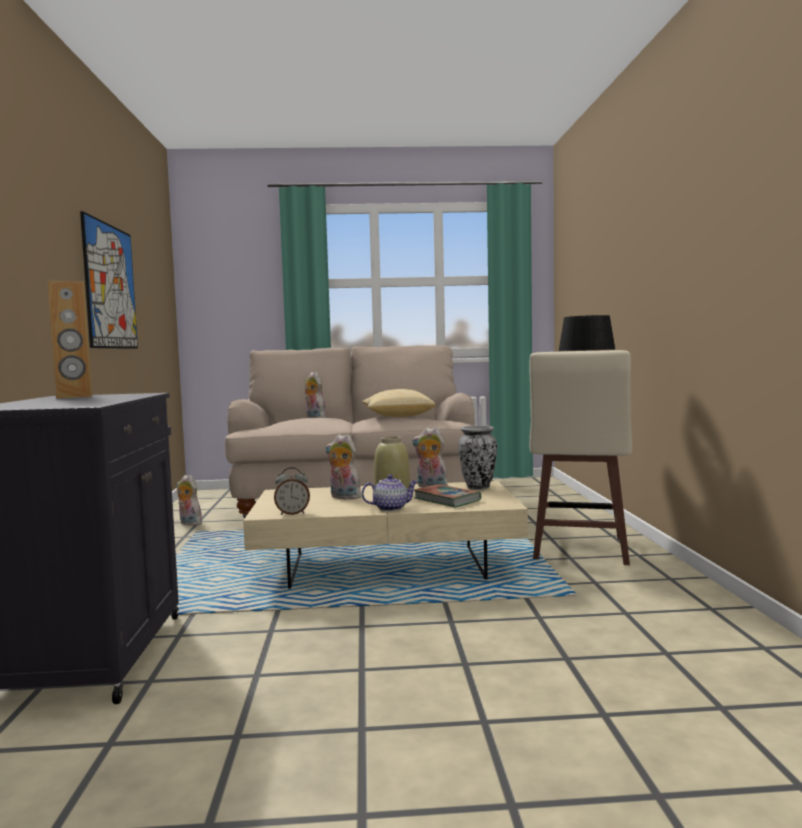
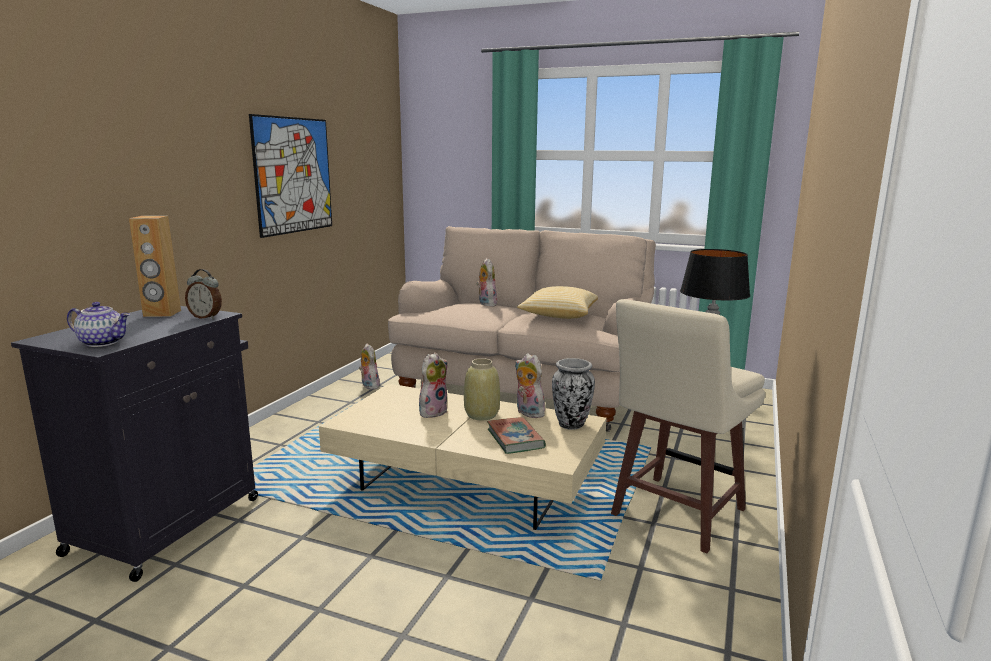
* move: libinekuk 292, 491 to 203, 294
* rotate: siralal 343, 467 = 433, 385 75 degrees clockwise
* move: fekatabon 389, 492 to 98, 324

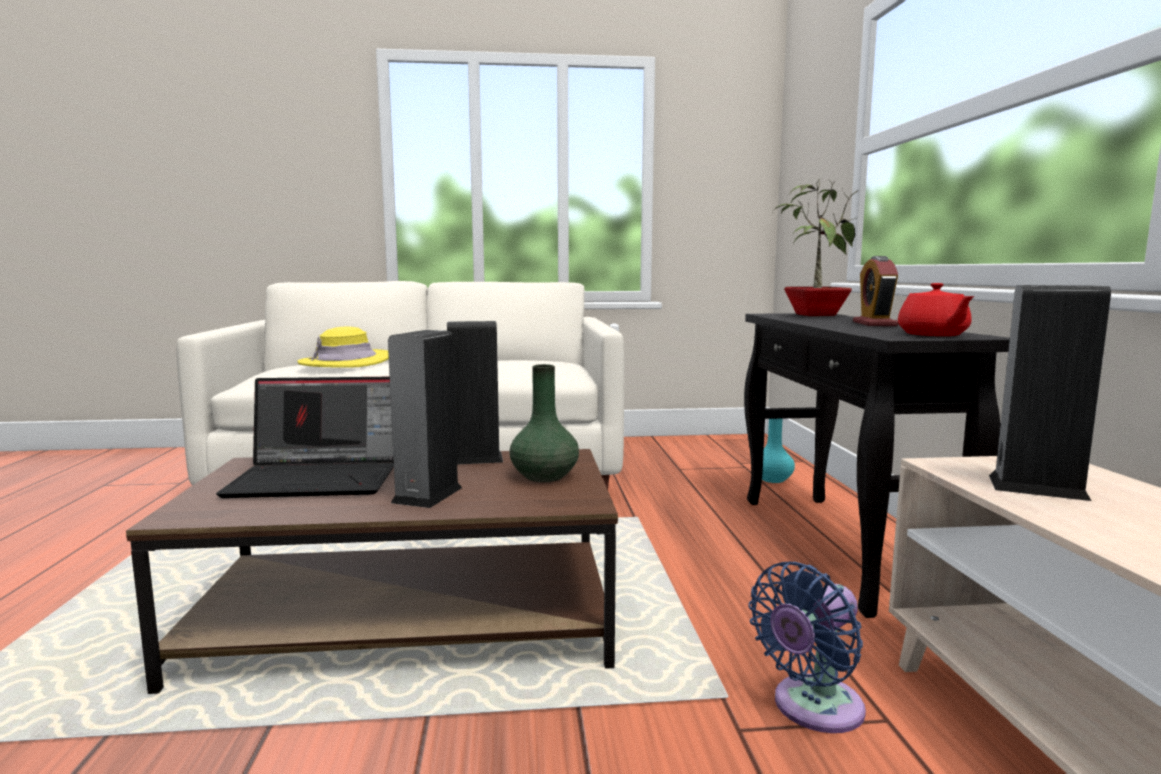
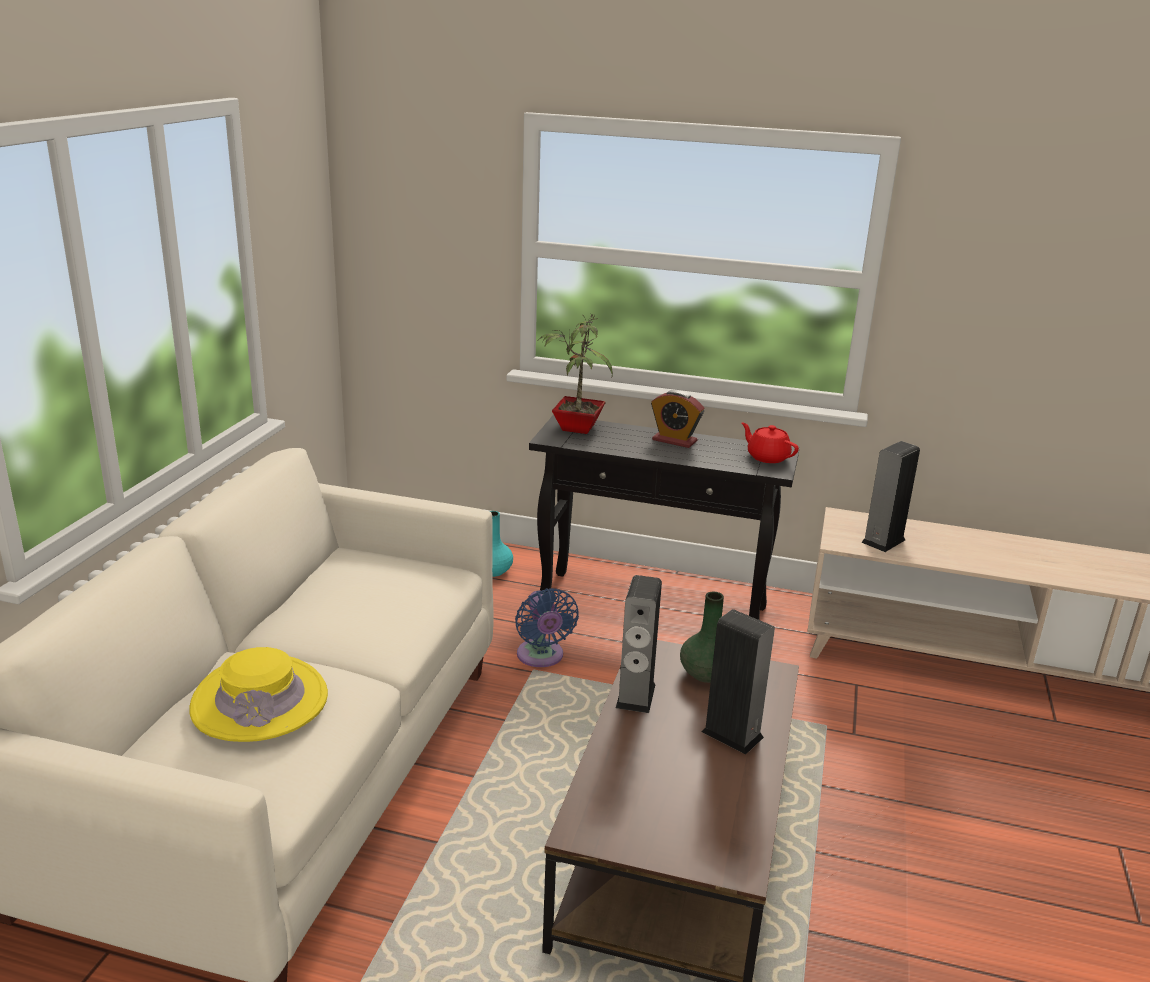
* delete: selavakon 305, 437
* move: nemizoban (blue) 807, 647 to 547, 627
* rotate: fekatabon (red) 936, 309 = 770, 442 150 degrees counterclockwise

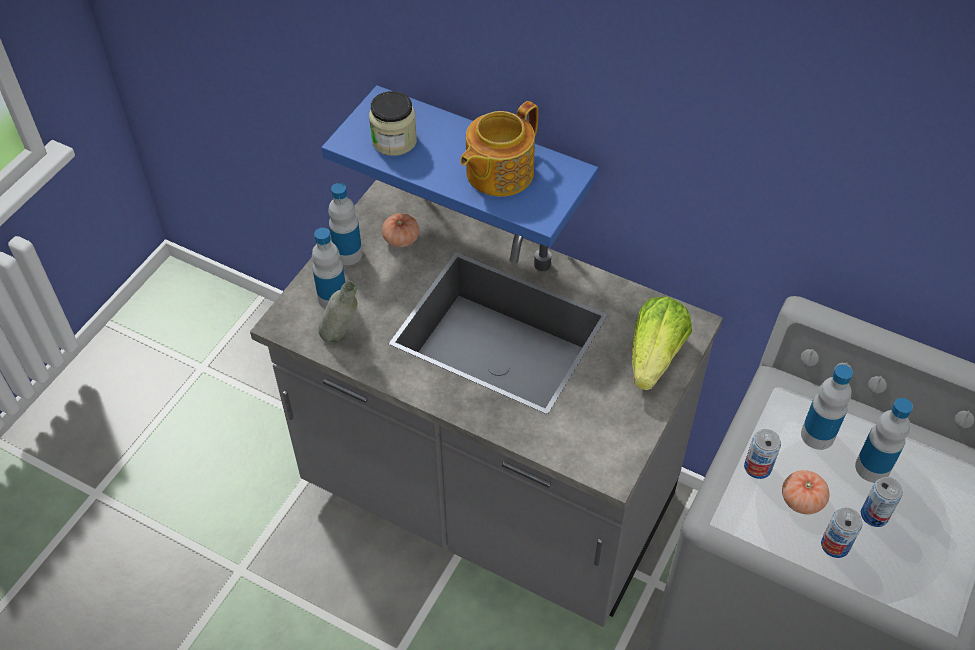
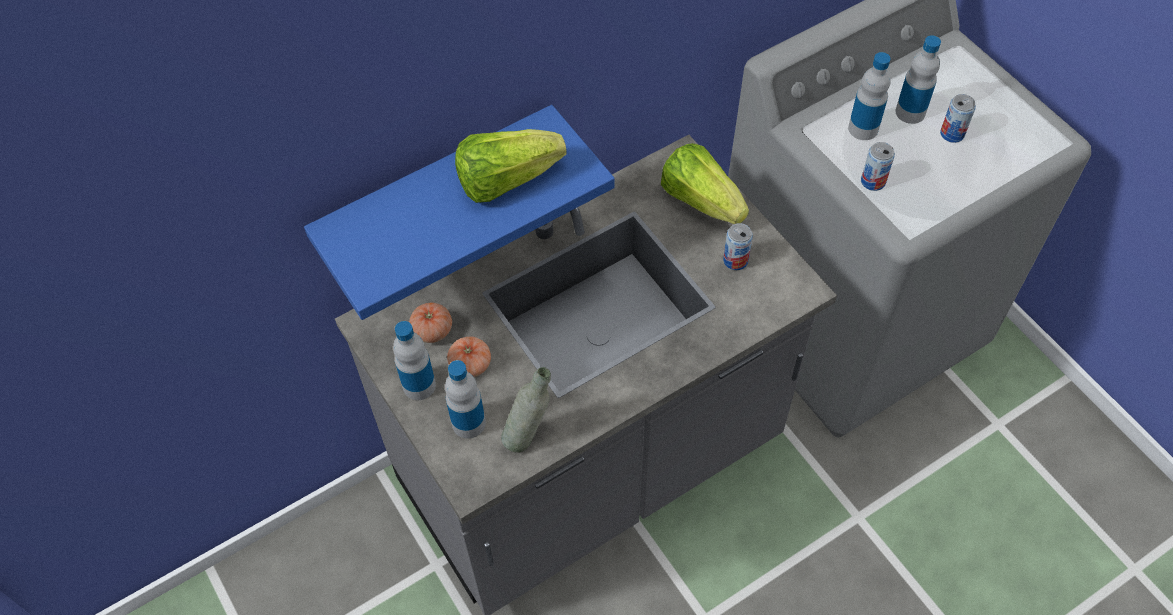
* delete: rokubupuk 393, 123
* replace: fekatabon 499, 149 to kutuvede 511, 166
* move: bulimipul 805, 492 to 469, 357
* move: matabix 841, 533 to 738, 246

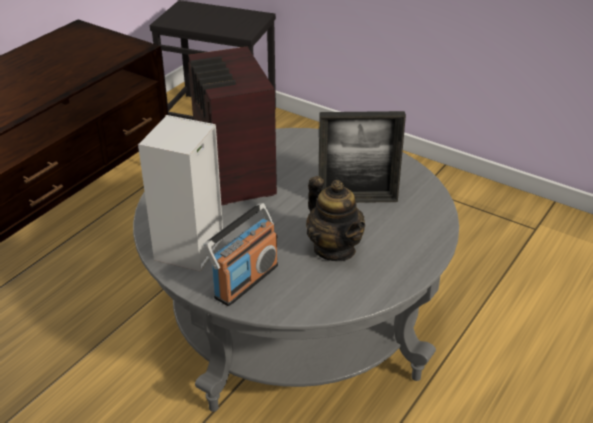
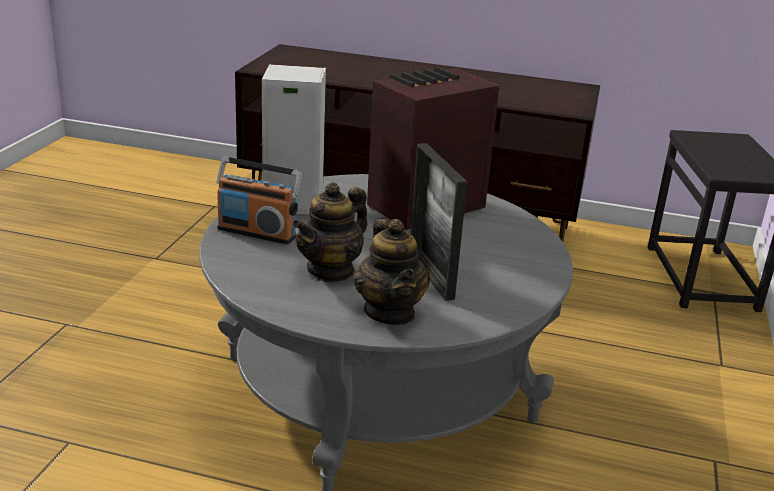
* insert: fekatabon 392, 272

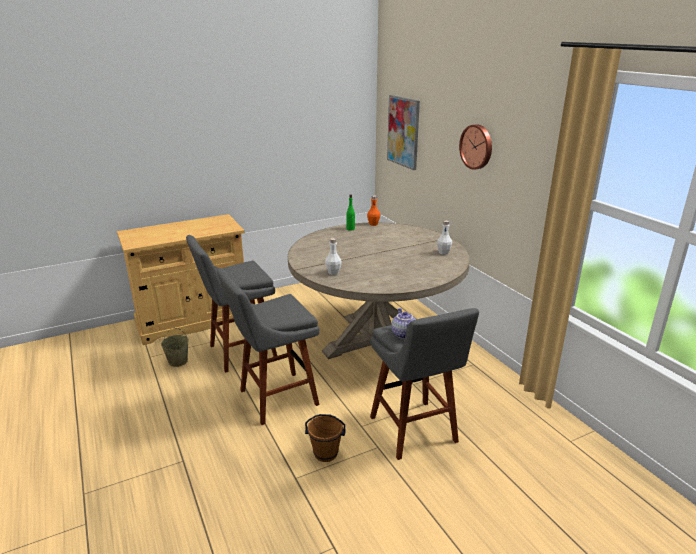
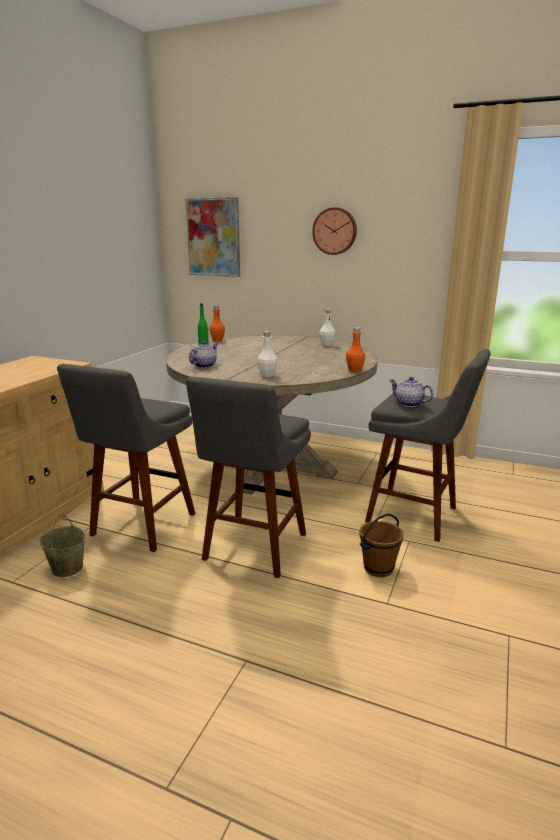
* insert: fekatabon 203, 354
* insert: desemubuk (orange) 355, 349

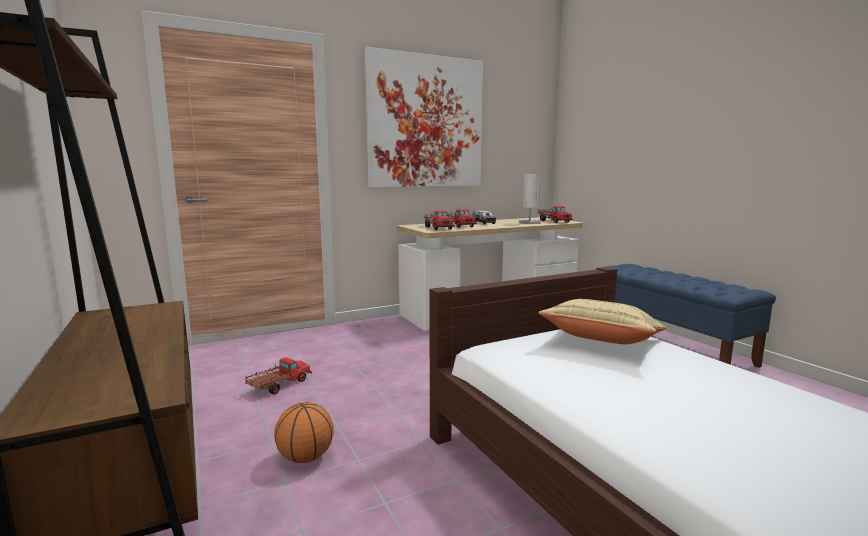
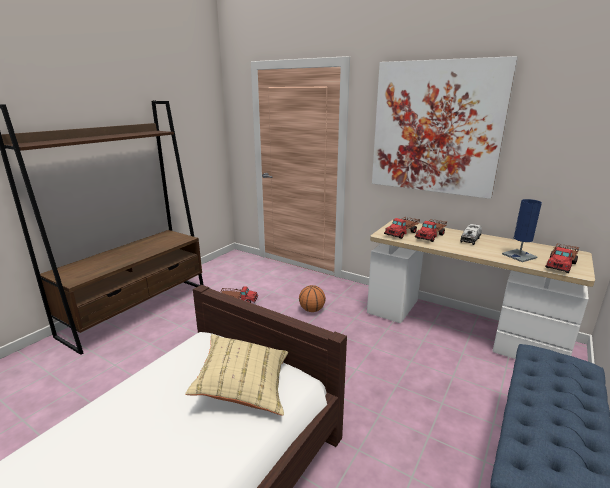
* move: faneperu 304, 432 to 312, 298
* recolor: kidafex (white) 530, 199 to kidafex (blue) 522, 230

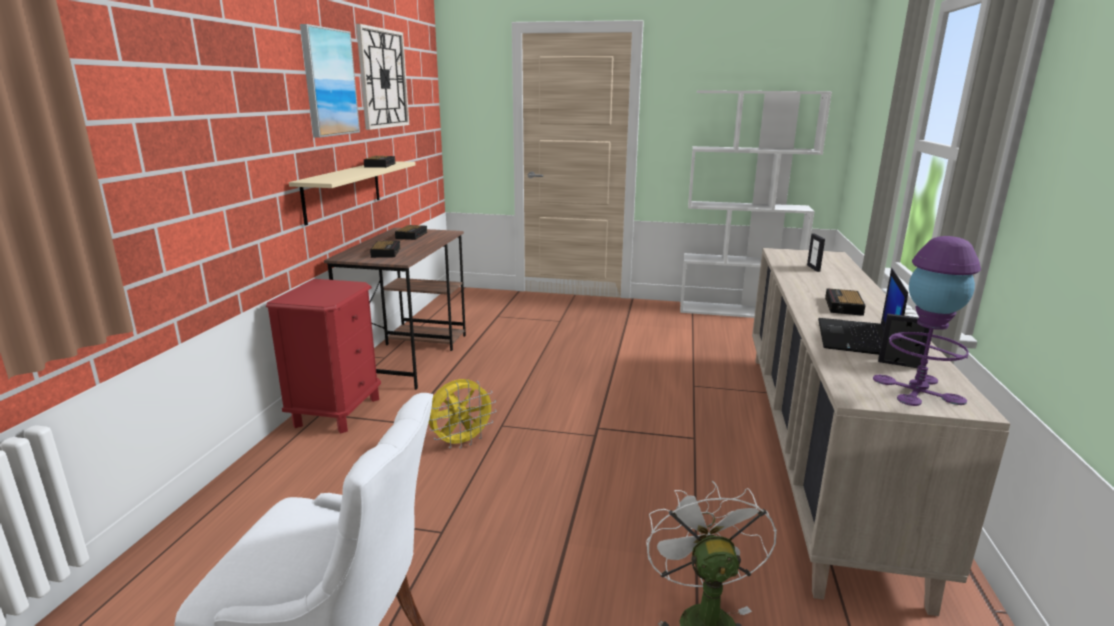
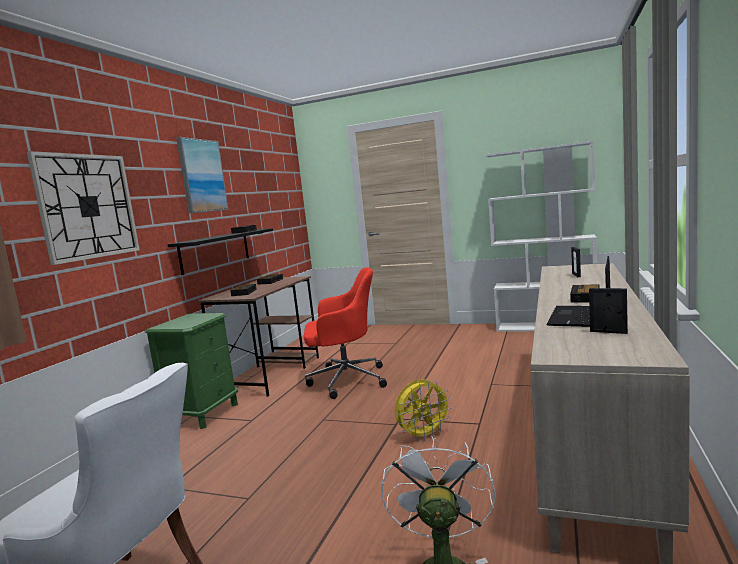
* recolor: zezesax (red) 323, 356 to zezesax (green) 191, 371
* recolor: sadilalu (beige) 352, 193 to sadilalu (black) 220, 251
* move: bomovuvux 382, 77 to 83, 208
* move: nemizoban (yellow) 462, 414 to 423, 410
* delete: kidafex (purple) 927, 321
* insert: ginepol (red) 345, 333

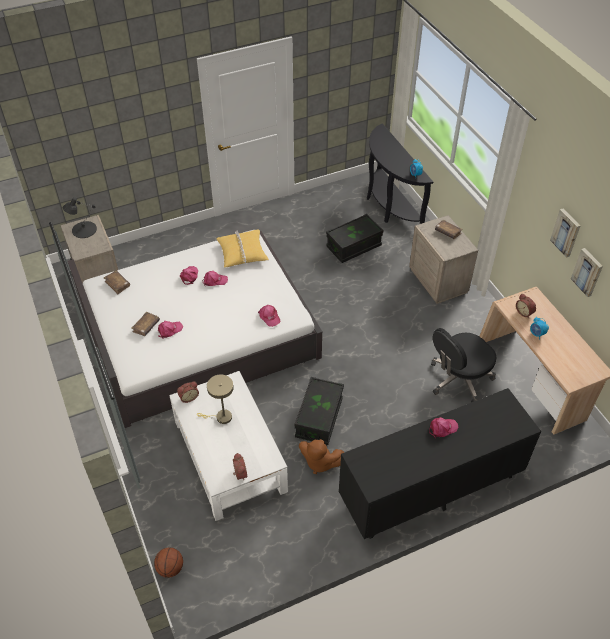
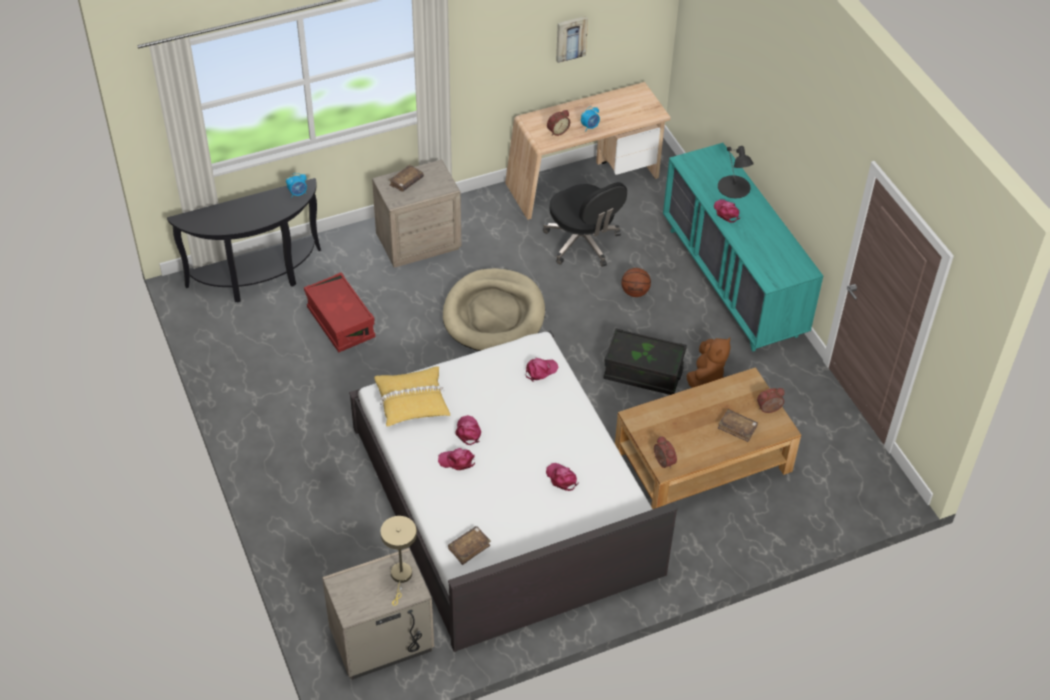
* move: kidafex (black) 80, 217 to 736, 172
* move: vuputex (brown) 145, 324 to 738, 425
* move: faneperu 168, 562 to 636, 282
* recolor: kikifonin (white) 228, 446 to kikifonin (brown) 708, 438
* move: kidafex (beige) 215, 399 to 398, 561
* recolor: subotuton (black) 354, 238 to subotuton (red) 339, 312
* recolor: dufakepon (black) 440, 463 to dufakepon (turquoise) 743, 247
* delete: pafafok 565, 233
* insert: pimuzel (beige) 494, 309

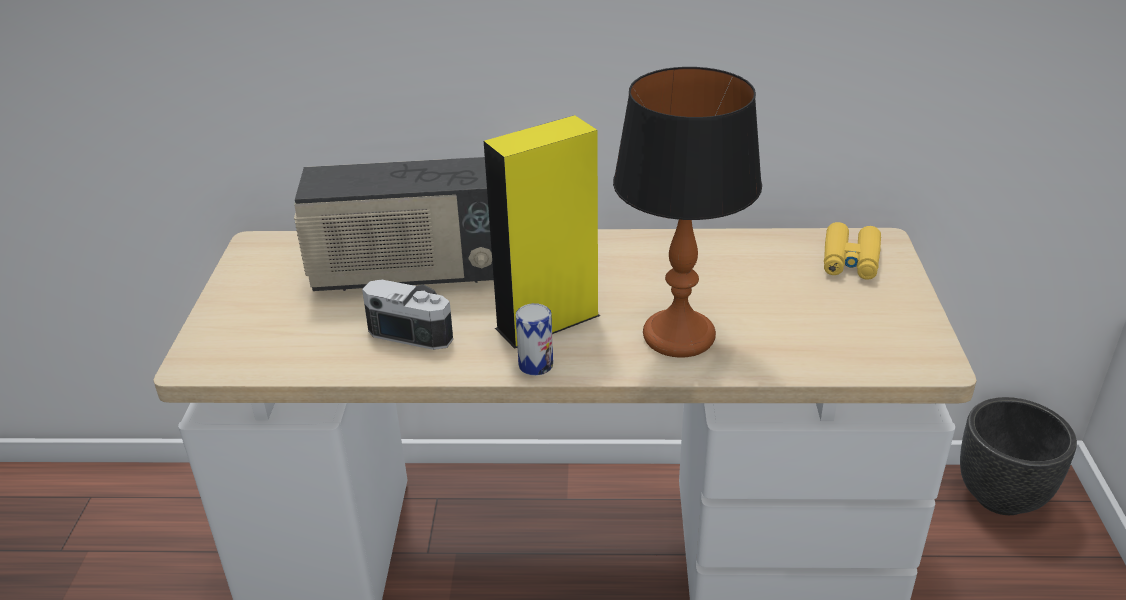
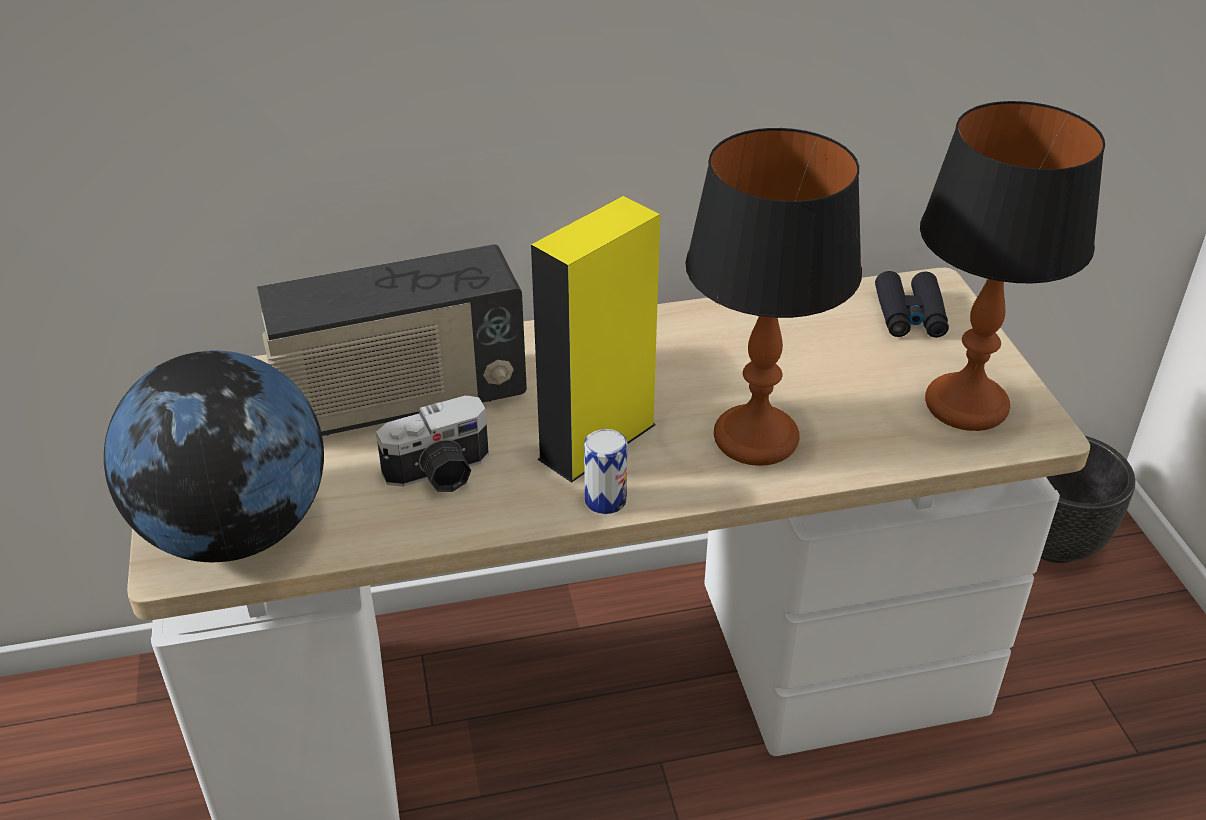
* rotate: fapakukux 407, 314 = 432, 443 150 degrees clockwise
* recolor: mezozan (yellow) 852, 251 to mezozan (black) 912, 304
* insert: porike 214, 456
* insert: kidafex 1012, 266

